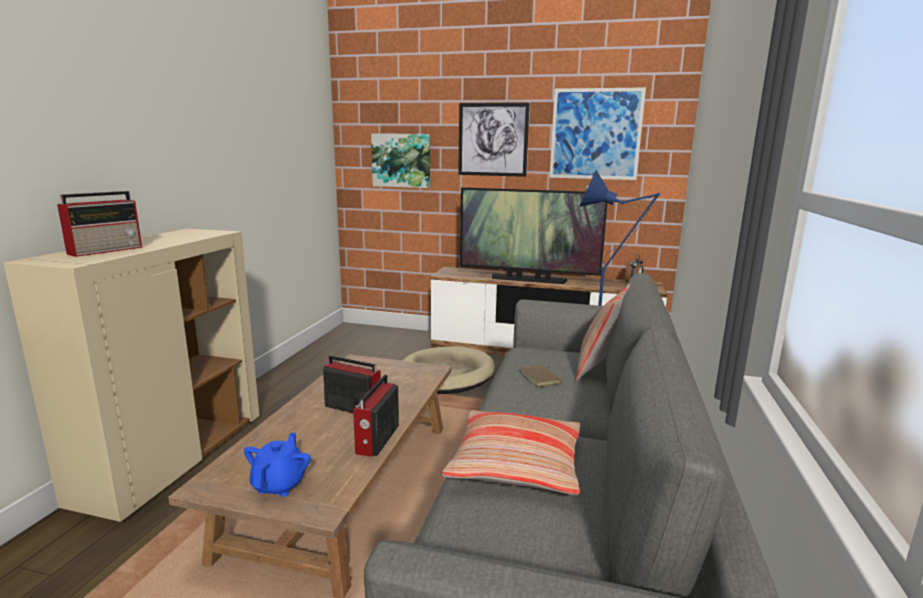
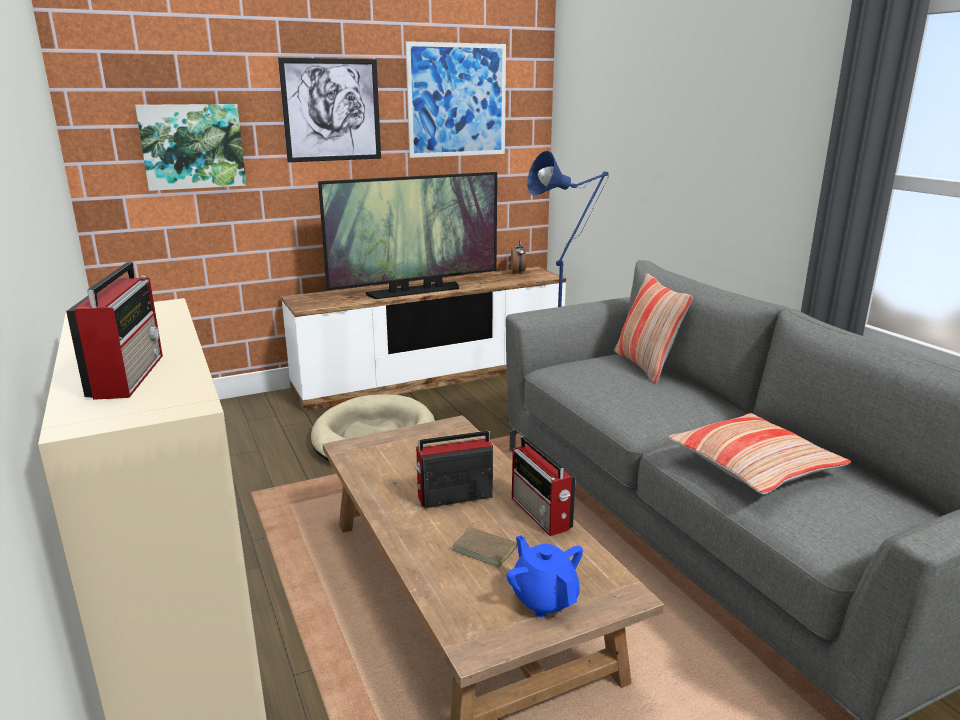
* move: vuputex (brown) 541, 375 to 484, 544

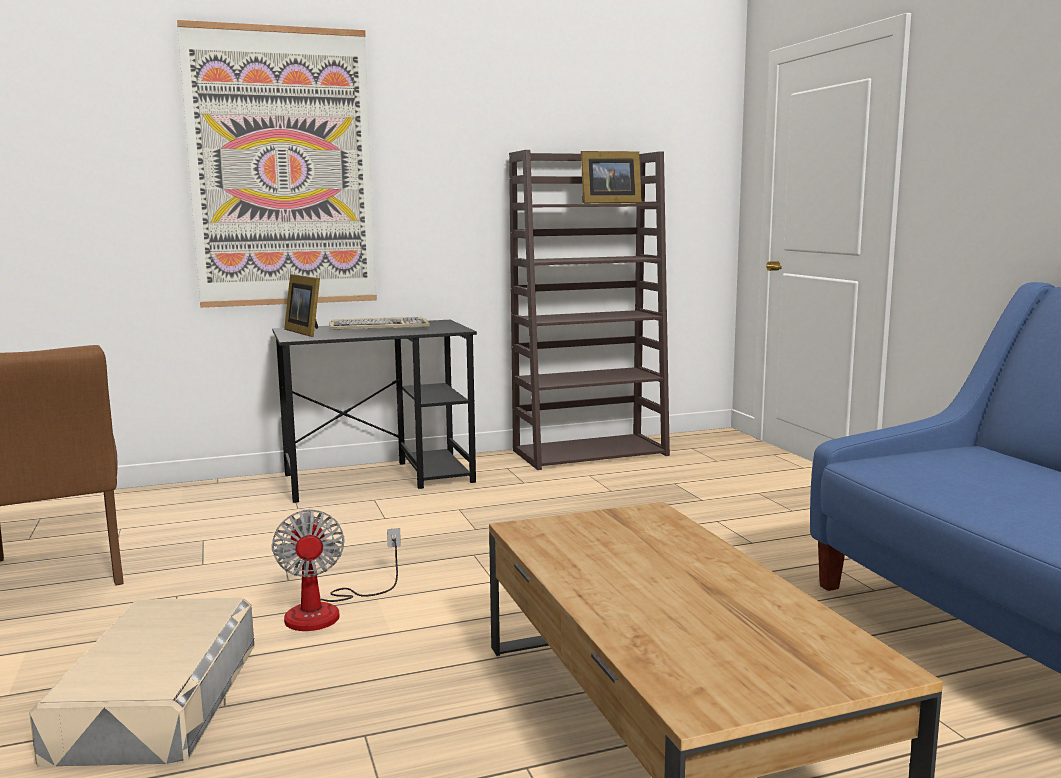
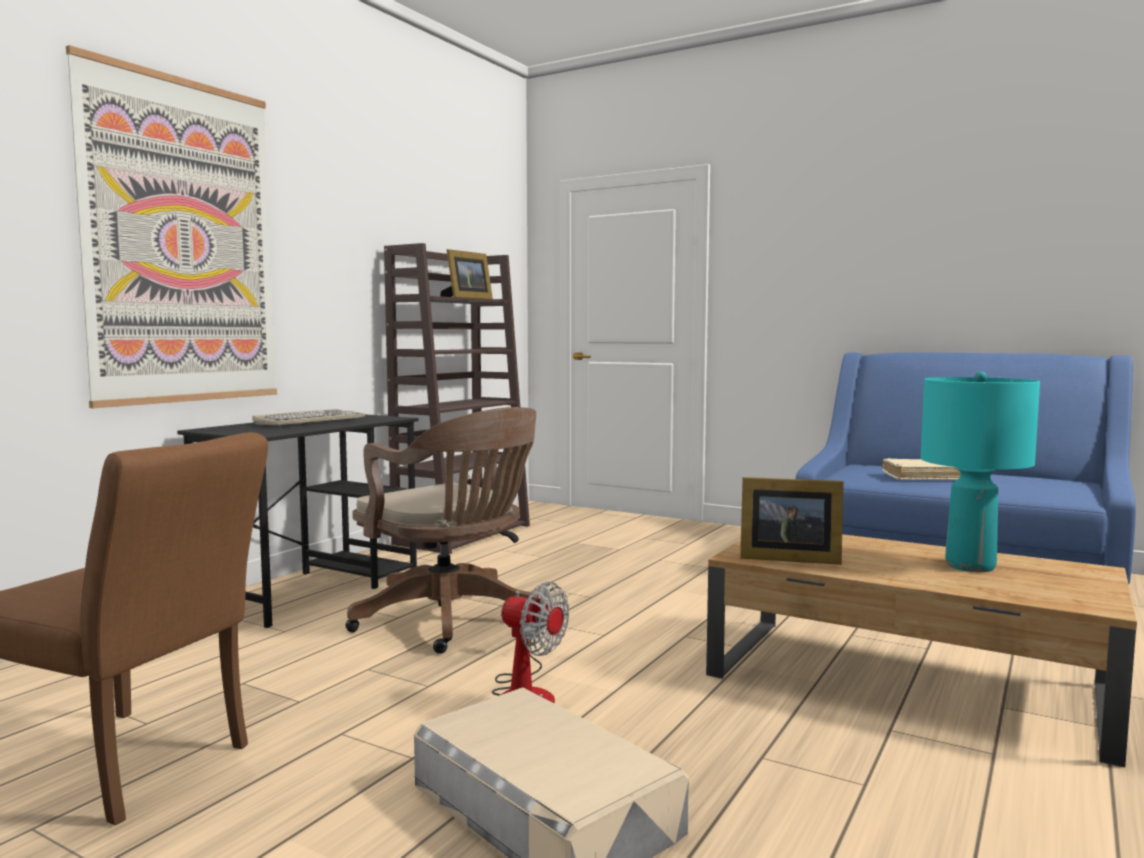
* move: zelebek 302, 305 to 792, 521
* insert: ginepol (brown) 441, 530
* insert: vuputex (beige) 921, 469
* insert: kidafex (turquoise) 980, 471

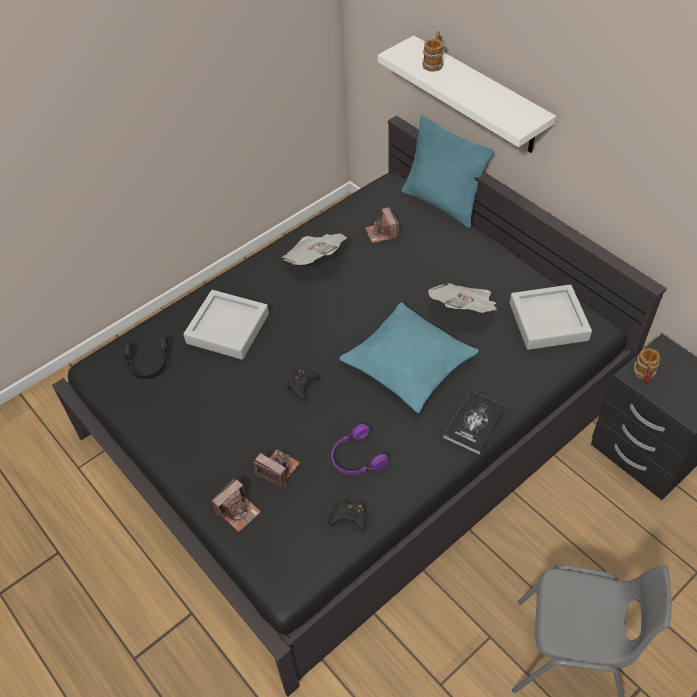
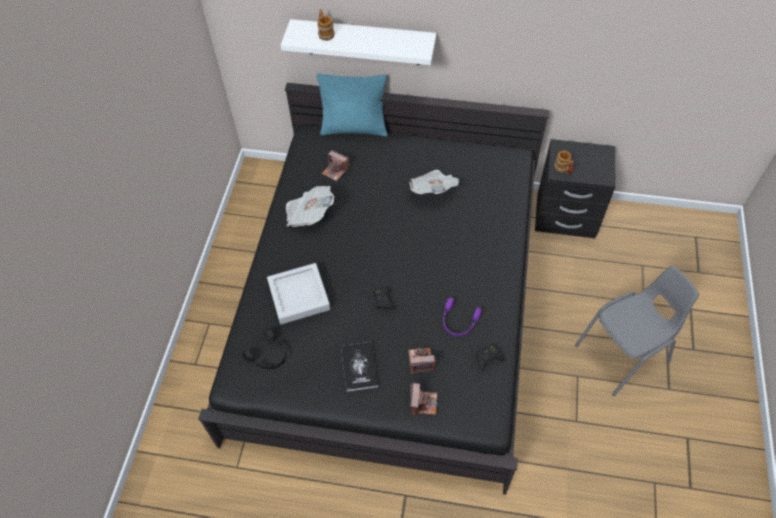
* delete: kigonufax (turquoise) 409, 357
* move: vuputex 475, 423 to 359, 366
* delete: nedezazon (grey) 551, 317

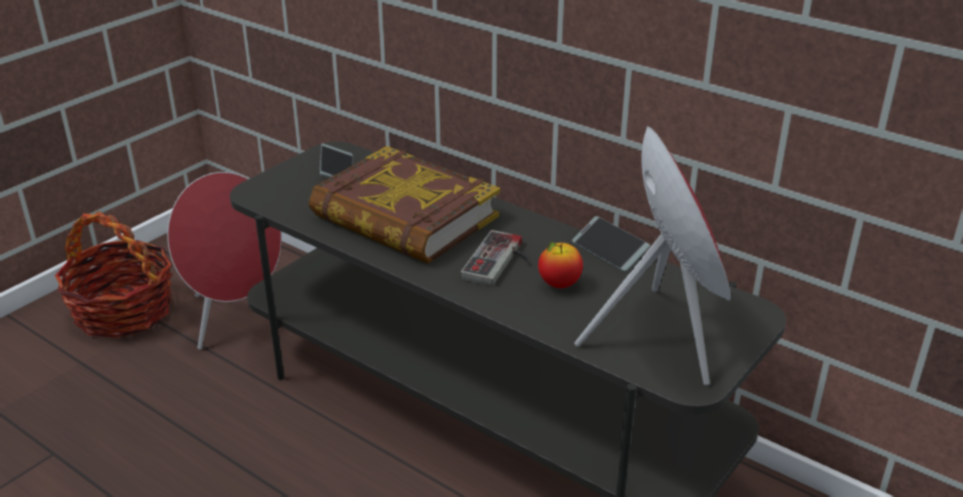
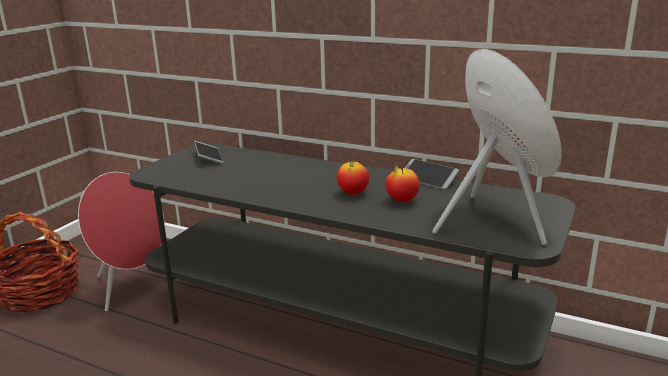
* delete: vuputex 404, 205
* replace: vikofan 495, 258 to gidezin 353, 177

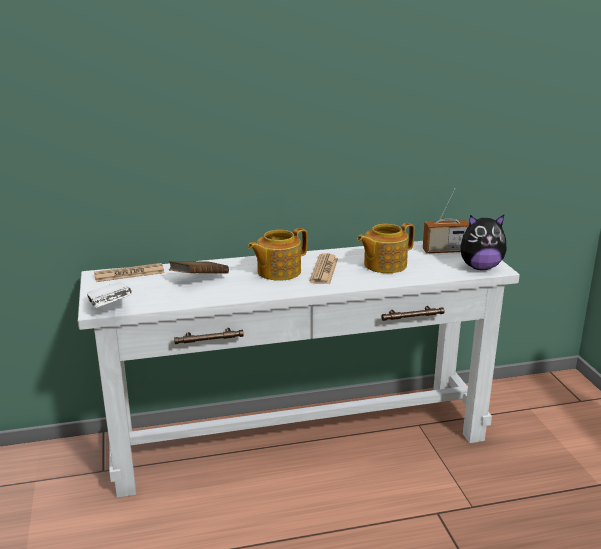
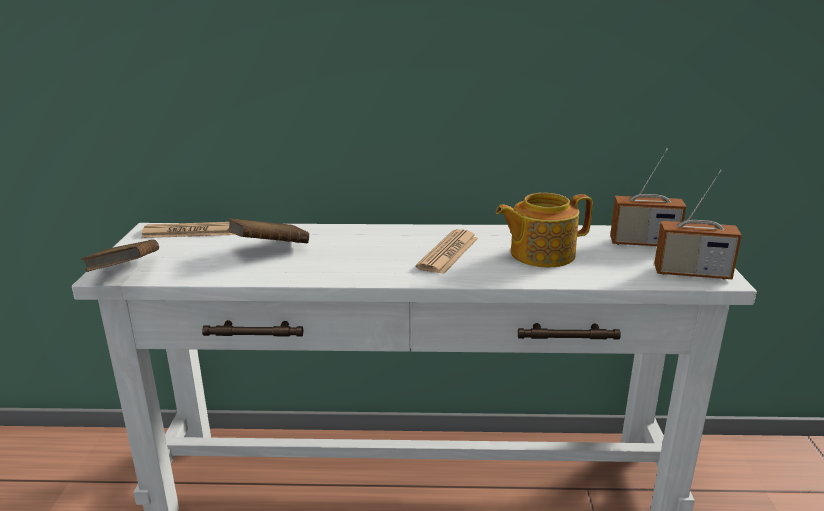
* recolor: vuputex (white) 109, 295 to vuputex (brown) 120, 256
* delete: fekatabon 277, 254
* replace: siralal 483, 242 to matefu 698, 224

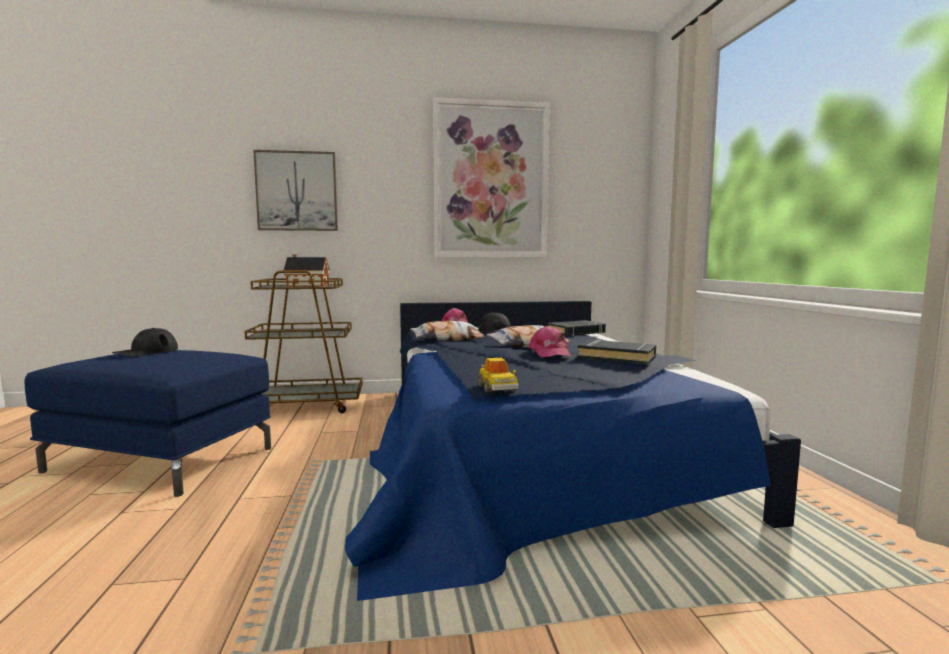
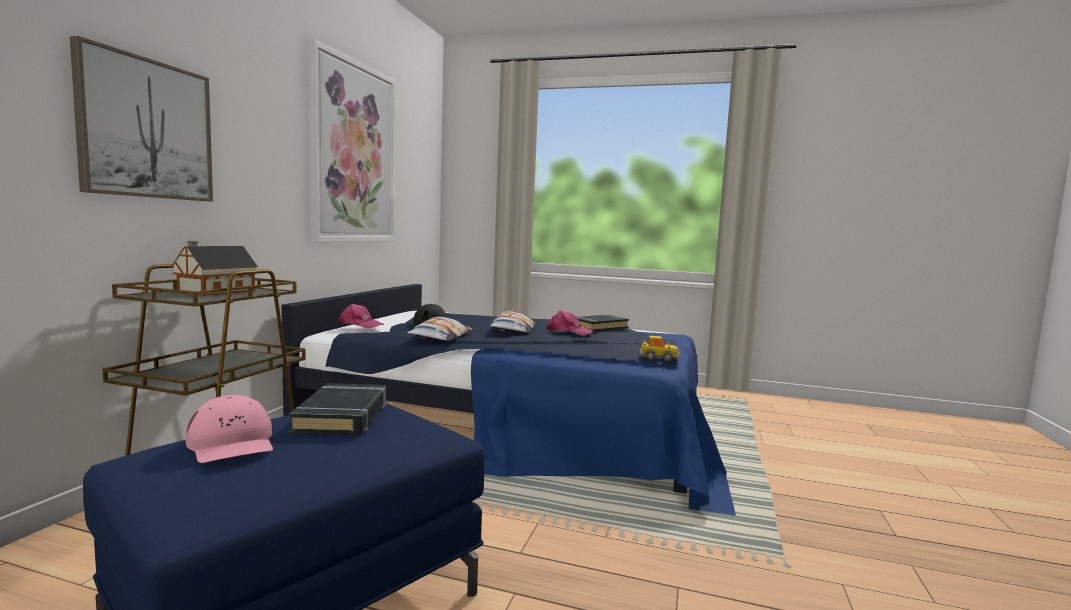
* recolor: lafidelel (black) 145, 342 to lafidelel (pink) 229, 429
* move: vuputex (black) 576, 328 to 338, 409

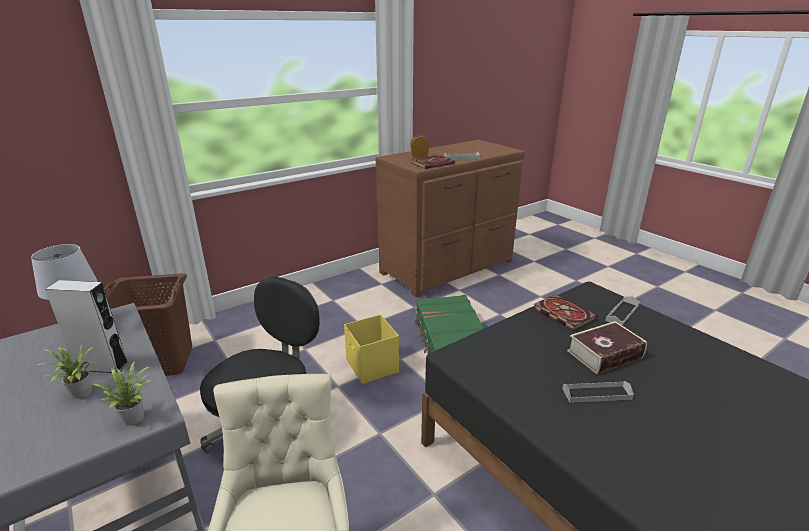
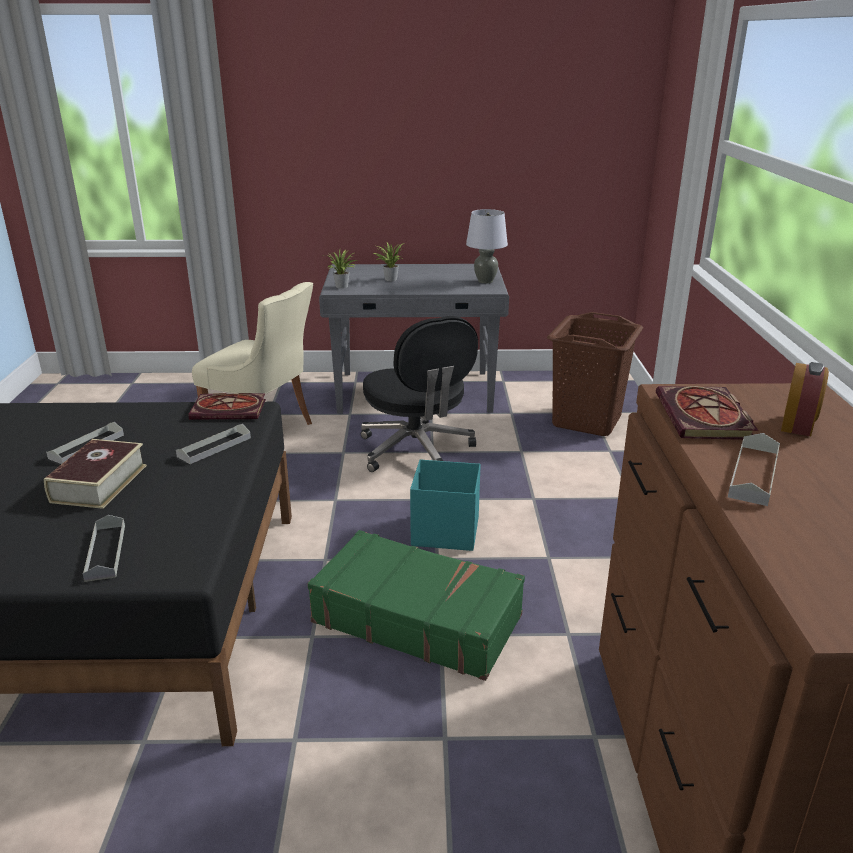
* delete: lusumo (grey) 86, 326
* recolor: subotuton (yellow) 371, 349 to subotuton (turquoise) 445, 505
* move: vuputex 565, 312 to 227, 406
* insert: nedezazon (grey) 213, 444

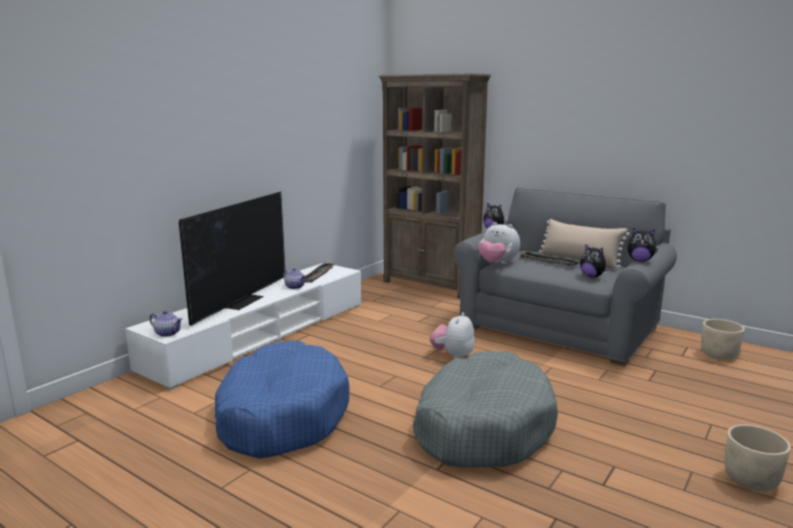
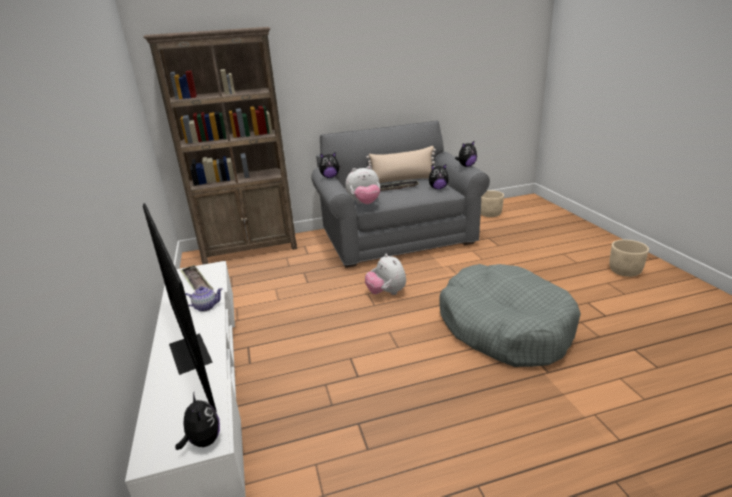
* replace: fekatabon 165, 324 to siralal 197, 421
* delete: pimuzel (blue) 282, 399

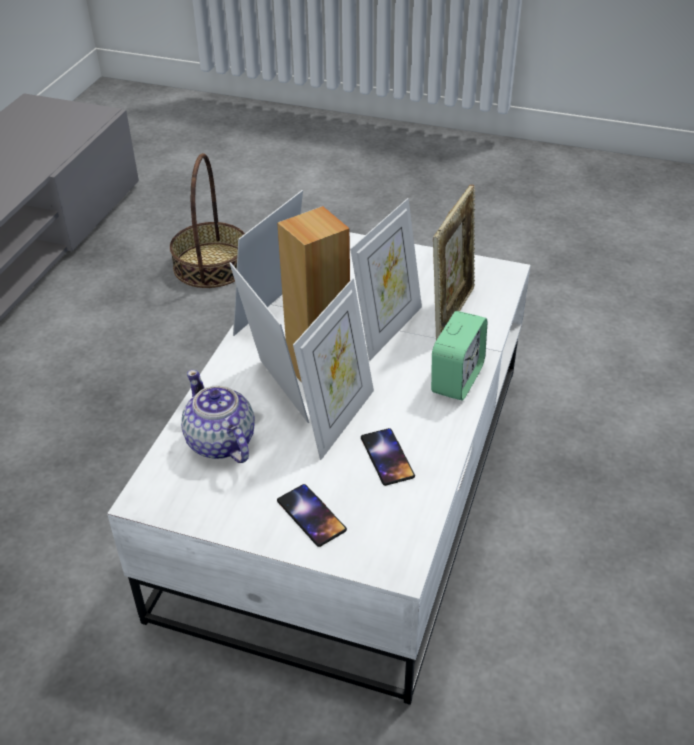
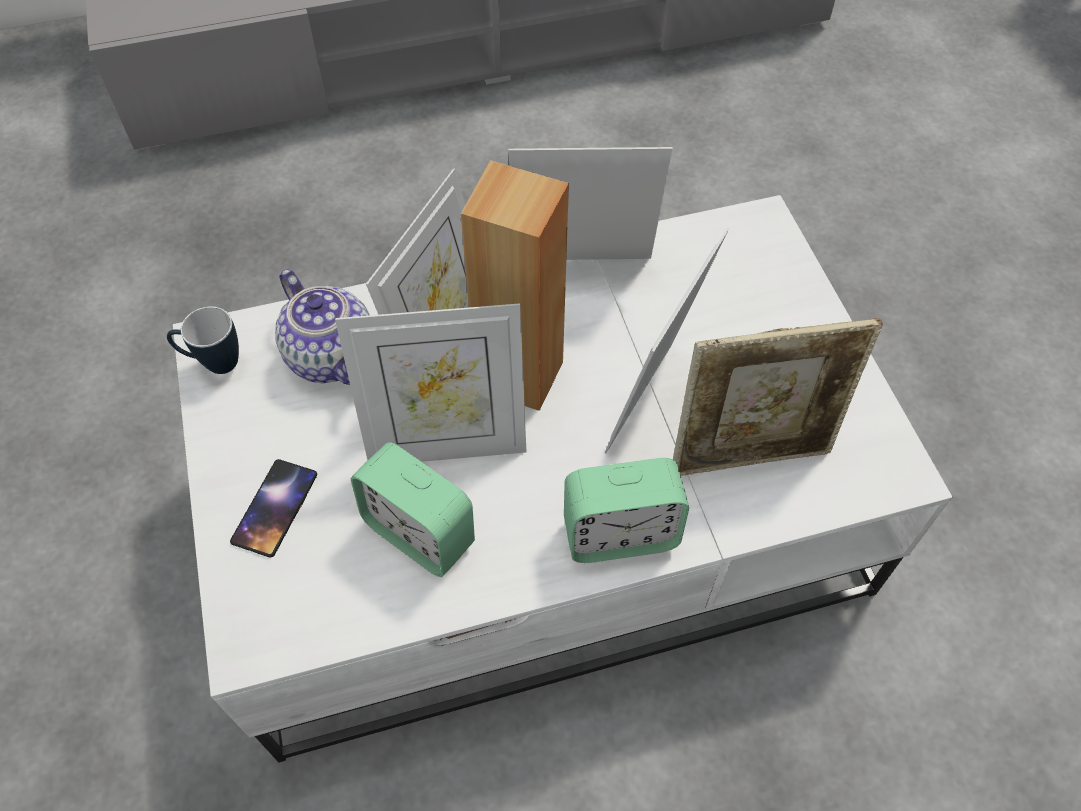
* delete: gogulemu 207, 220
* rotate: fekatabon 218, 416 = 322, 327 120 degrees clockwise
* rotate: zelebek 386, 279 = 667, 340 120 degrees clockwise
* replace: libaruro 388, 457 to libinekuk 413, 509
* insert: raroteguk 203, 340

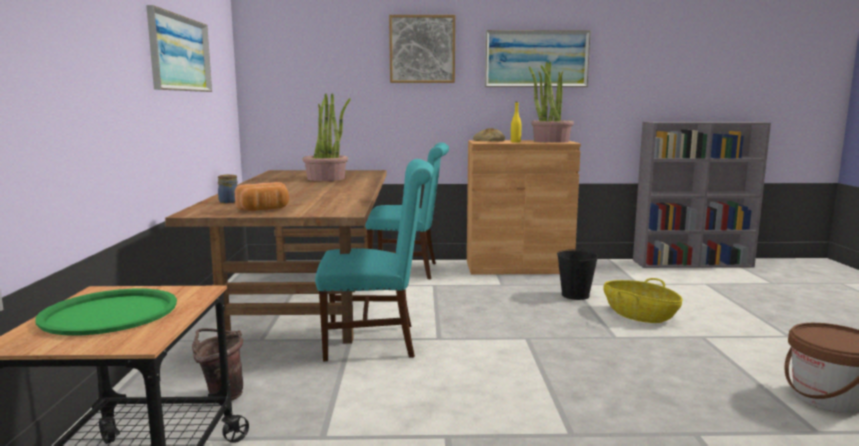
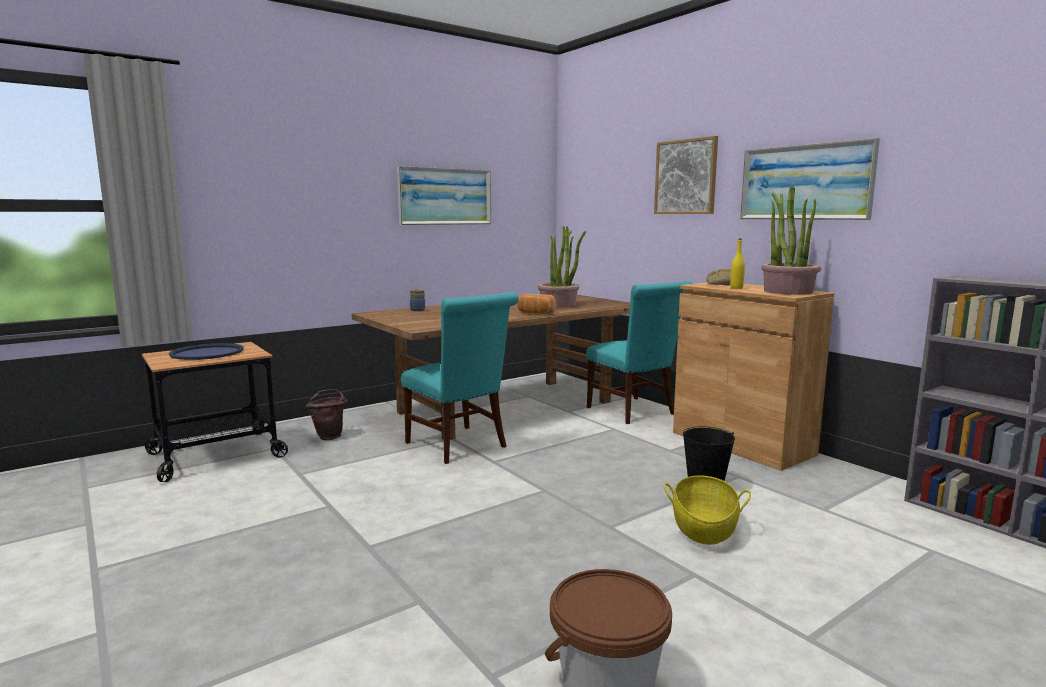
* recolor: nedezazon (green) 106, 312 to nedezazon (blue) 206, 351
* move: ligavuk 262, 196 to 536, 304

